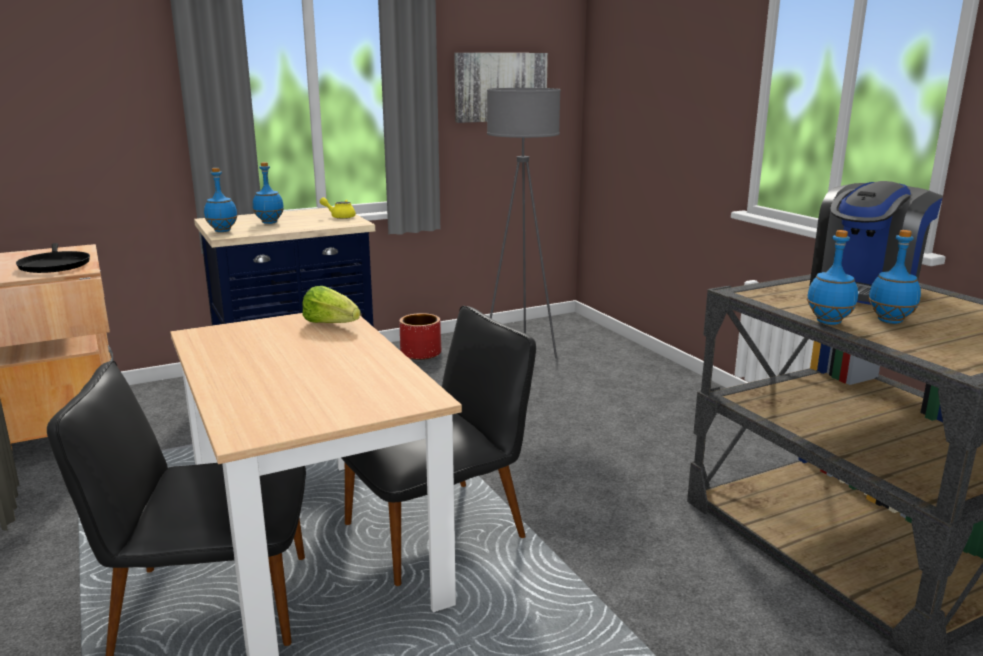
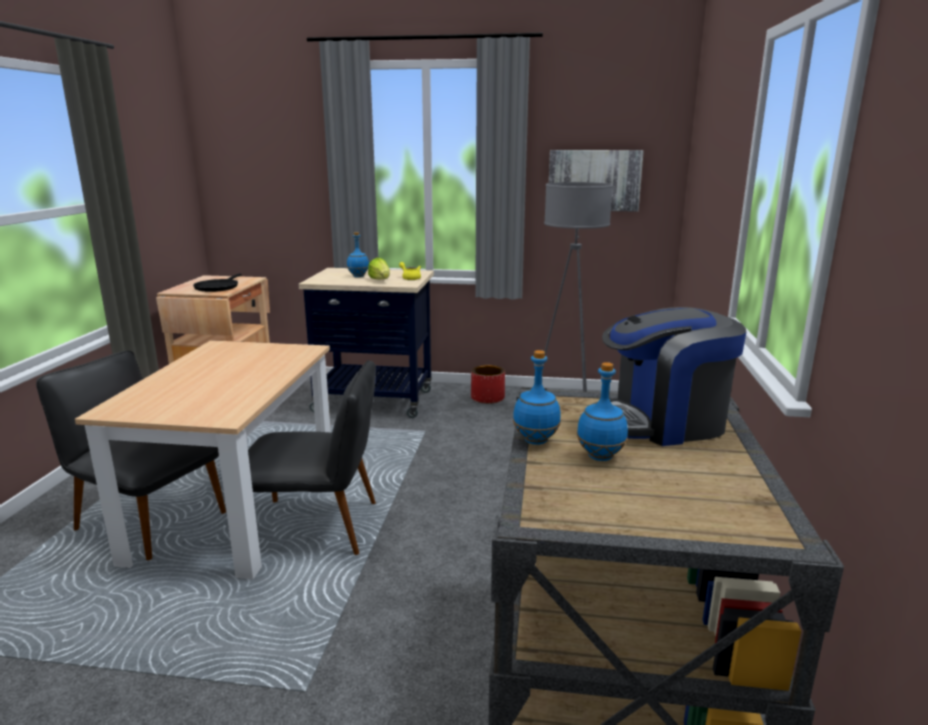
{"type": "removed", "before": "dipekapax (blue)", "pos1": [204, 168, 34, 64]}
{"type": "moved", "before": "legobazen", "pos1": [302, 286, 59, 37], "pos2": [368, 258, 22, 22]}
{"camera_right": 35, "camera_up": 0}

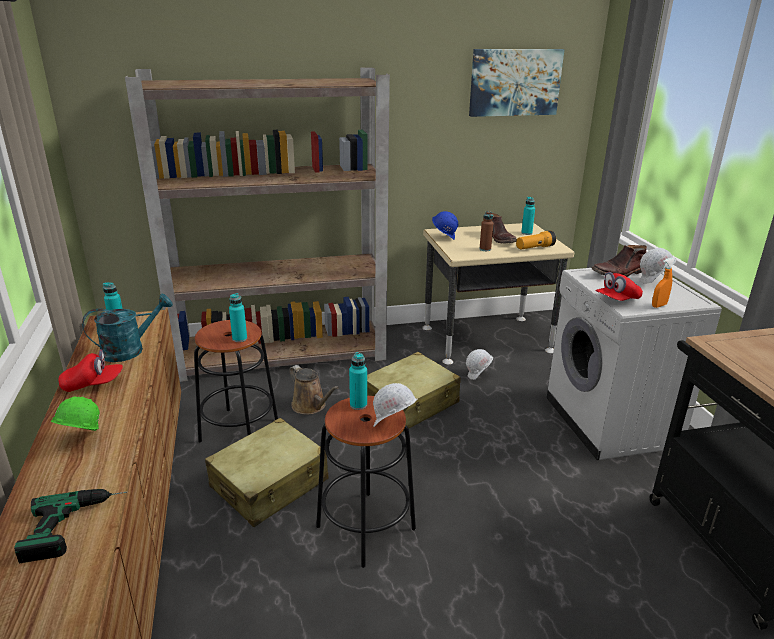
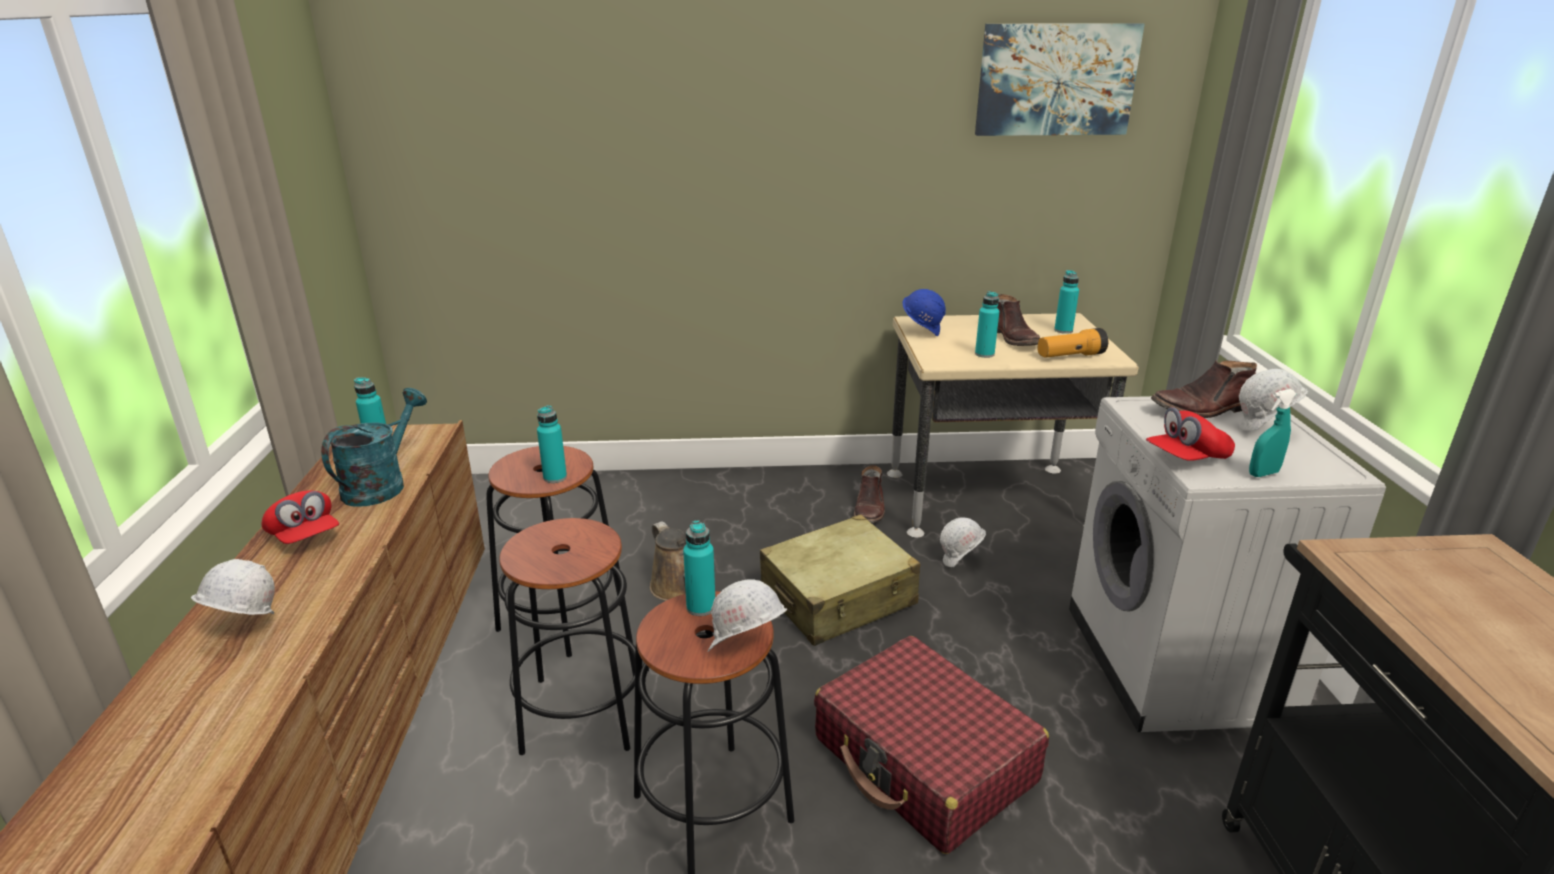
{"type": "removed", "before": "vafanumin", "pos1": [14, 489, 113, 74]}
{"type": "recoloured", "before": "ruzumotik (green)", "after": "ruzumotik (white)", "pos1": [51, 396, 49, 35], "pos2": [191, 559, 84, 56]}
{"type": "turned", "before": "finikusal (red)", "pos1": [58, 349, 65, 43], "pos2": [261, 490, 78, 54], "turn": 45}
{"type": "turned", "before": "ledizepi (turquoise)", "pos1": [82, 294, 91, 68], "pos2": [321, 388, 106, 119], "turn": -45}
{"type": "removed", "before": "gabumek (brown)", "pos1": [125, 68, 265, 314]}
{"type": "replaced", "before": "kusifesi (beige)", "after": "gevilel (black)", "pos1": [205, 418, 123, 109], "pos2": [499, 518, 137, 237]}
{"type": "recoloured", "before": "dipekapax (brown)", "after": "dipekapax (turquoise)", "pos1": [479, 211, 15, 40], "pos2": [975, 291, 25, 67]}
{"type": "recoloured", "before": "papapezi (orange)", "after": "papapezi (turquoise)", "pos1": [652, 258, 23, 50], "pos2": [1249, 389, 48, 88]}
{"type": "added", "after": "kusifesi (red)", "pos2": [814, 636, 235, 218]}
{"type": "added", "after": "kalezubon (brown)", "pos2": [853, 465, 32, 58]}
{"camera_right": 10, "camera_up": 0}

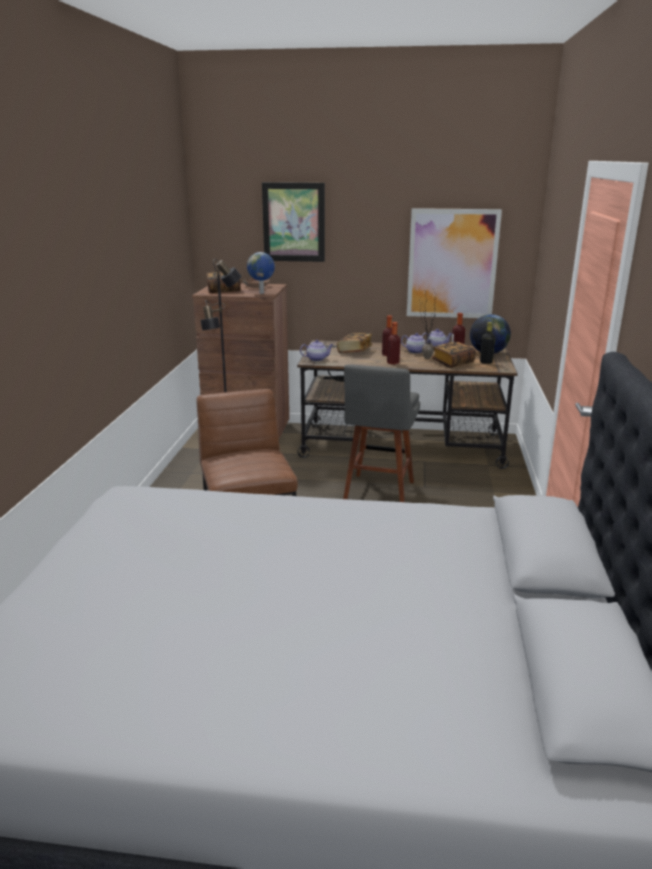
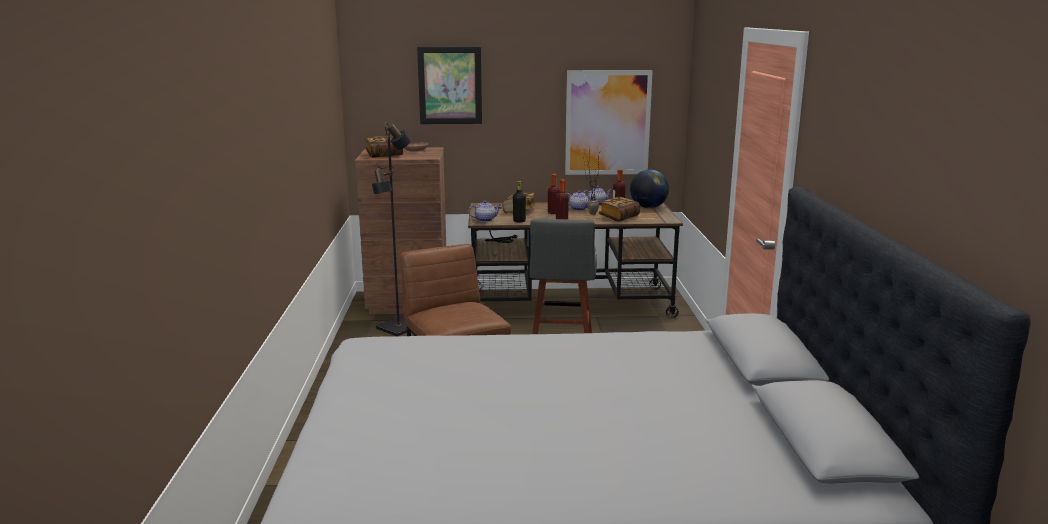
{"type": "removed", "before": "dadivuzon", "pos1": [247, 252, 28, 42]}
{"type": "moved", "before": "dipekapax (black)", "pos1": [480, 322, 15, 42], "pos2": [513, 181, 13, 41]}
{"camera_right": -10, "camera_up": -5}

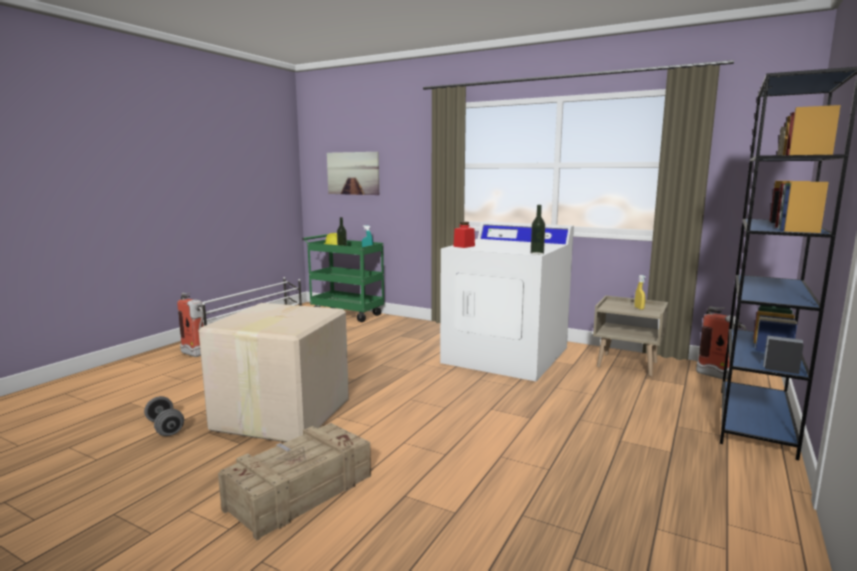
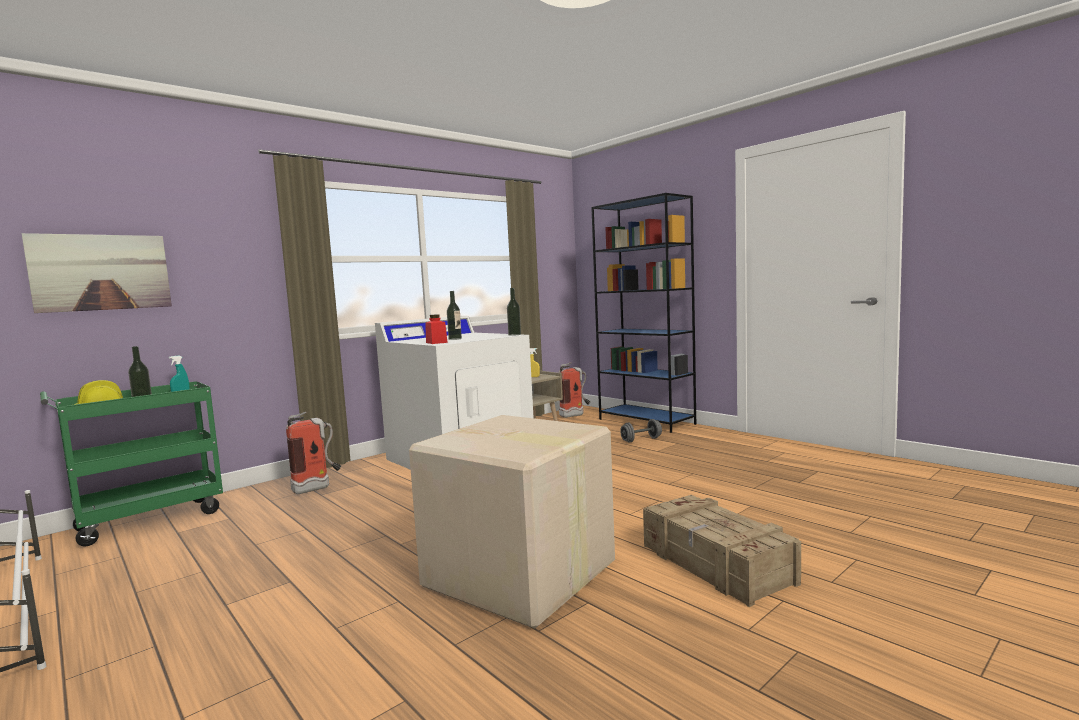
{"type": "moved", "before": "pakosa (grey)", "pos1": [144, 396, 40, 40], "pos2": [620, 419, 42, 24]}
{"type": "moved", "before": "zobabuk", "pos1": [177, 293, 27, 64], "pos2": [286, 412, 55, 82]}
{"type": "added", "after": "dipekapax", "pos2": [447, 291, 15, 49]}
{"camera_right": -70, "camera_up": -5}

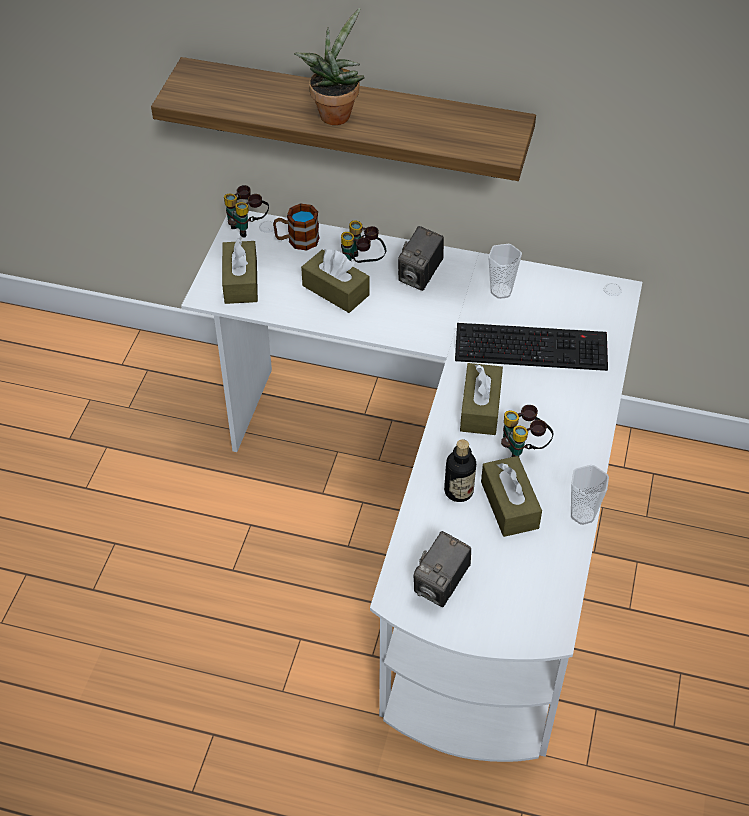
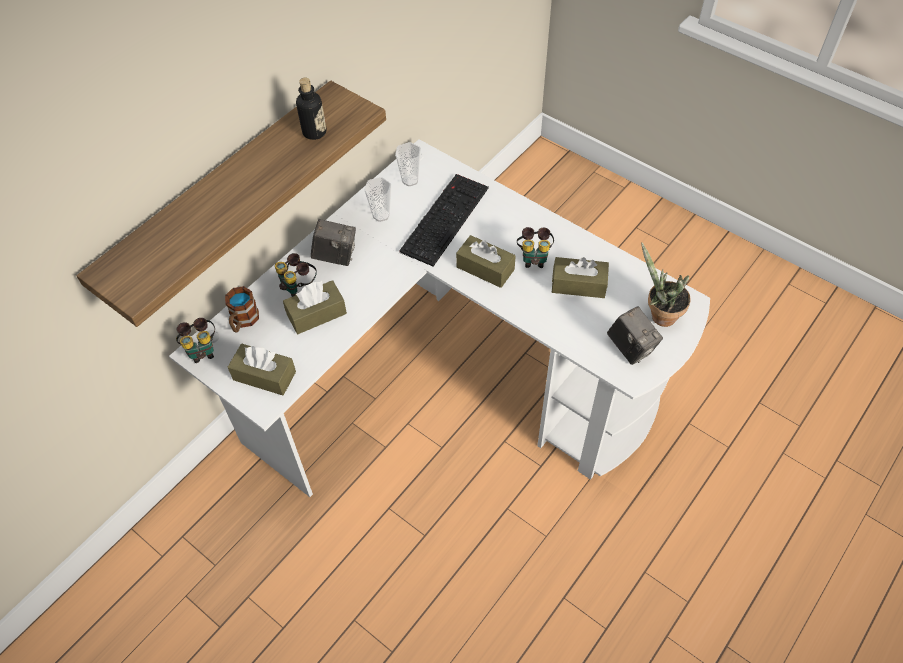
{"type": "moved", "before": "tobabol", "pos1": [294, 8, 71, 117], "pos2": [641, 243, 50, 84]}
{"type": "turned", "before": "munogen", "pos1": [398, 226, 46, 65], "pos2": [311, 219, 45, 47], "turn": -45}
{"type": "moved", "before": "dipekapax", "pos1": [444, 439, 32, 63], "pos2": [296, 78, 31, 62]}
{"type": "moved", "before": "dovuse", "pos1": [571, 465, 38, 60], "pos2": [395, 142, 26, 44]}
{"camera_right": -65, "camera_up": 5}

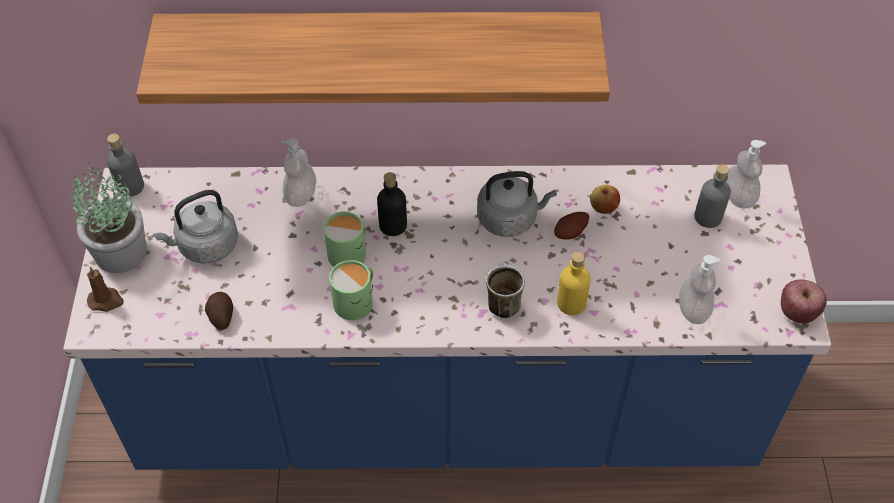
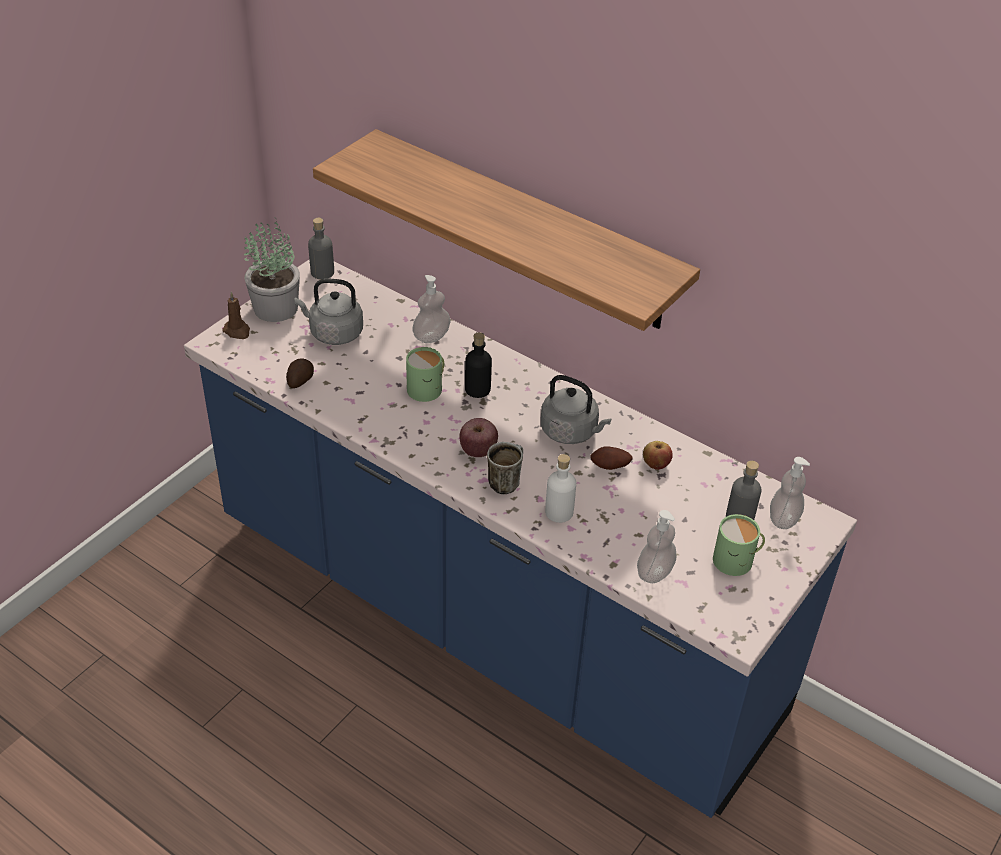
{"type": "moved", "before": "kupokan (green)", "pos1": [329, 260, 44, 60], "pos2": [713, 514, 52, 62]}
{"type": "recoloured", "before": "dipekapax (yellow)", "after": "dipekapax (white)", "pos1": [557, 252, 34, 63], "pos2": [545, 454, 31, 69]}
{"type": "moved", "before": "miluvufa", "pos1": [781, 279, 46, 44], "pos2": [459, 418, 39, 39]}
{"camera_right": 35, "camera_up": -10}

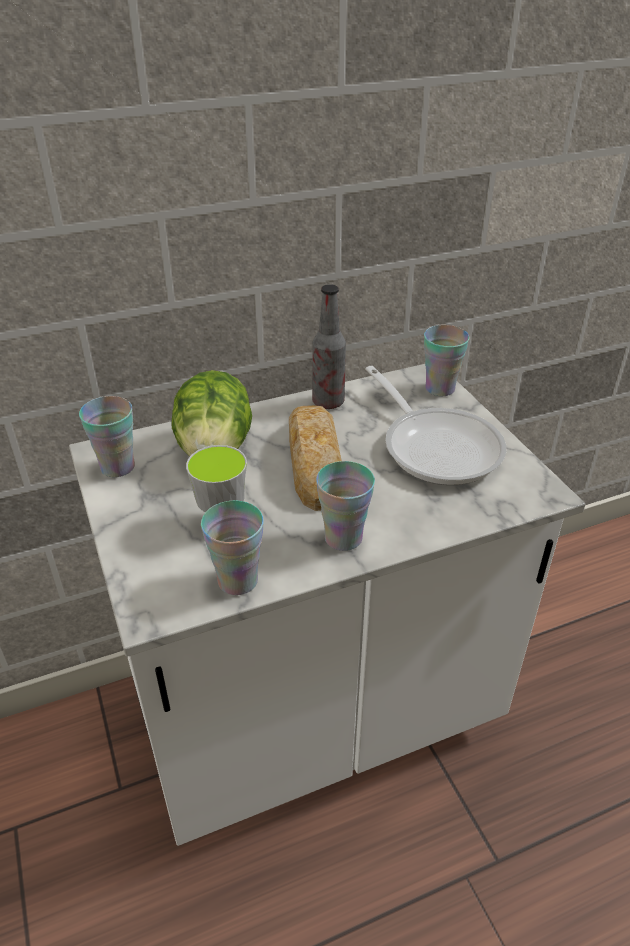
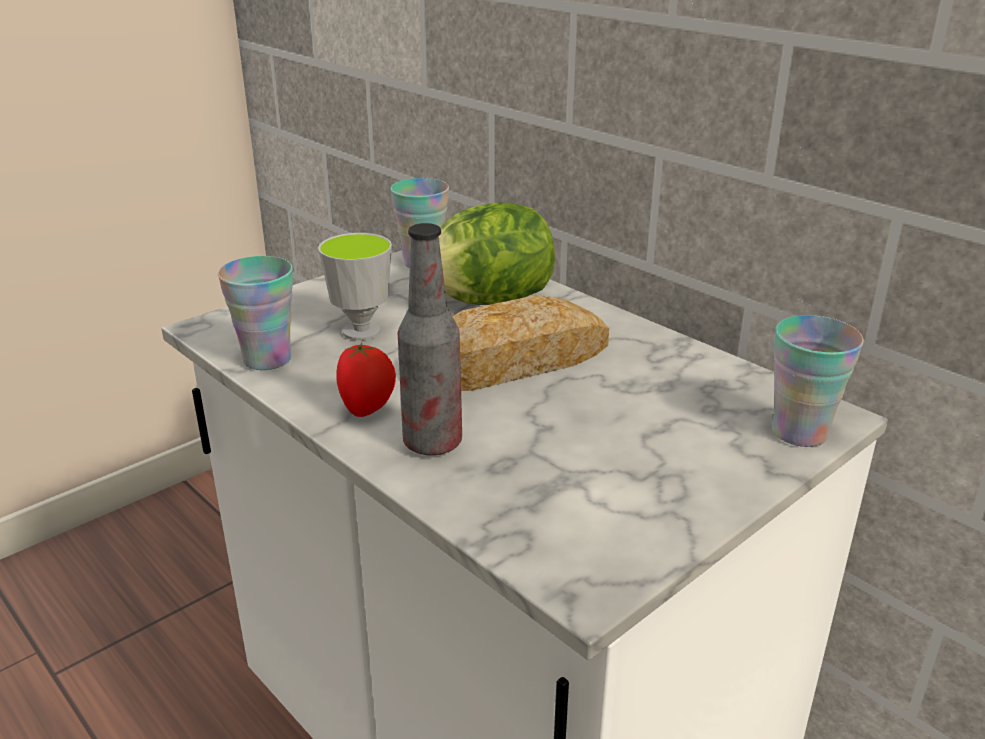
{"type": "moved", "before": "dipekapax", "pos1": [312, 284, 34, 125], "pos2": [398, 223, 64, 233]}
{"type": "replaced", "before": "dovuse", "after": "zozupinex", "pos1": [316, 461, 59, 90], "pos2": [336, 343, 60, 74]}
{"type": "removed", "before": "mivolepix", "pos1": [365, 366, 141, 119]}
{"camera_right": 70, "camera_up": -10}

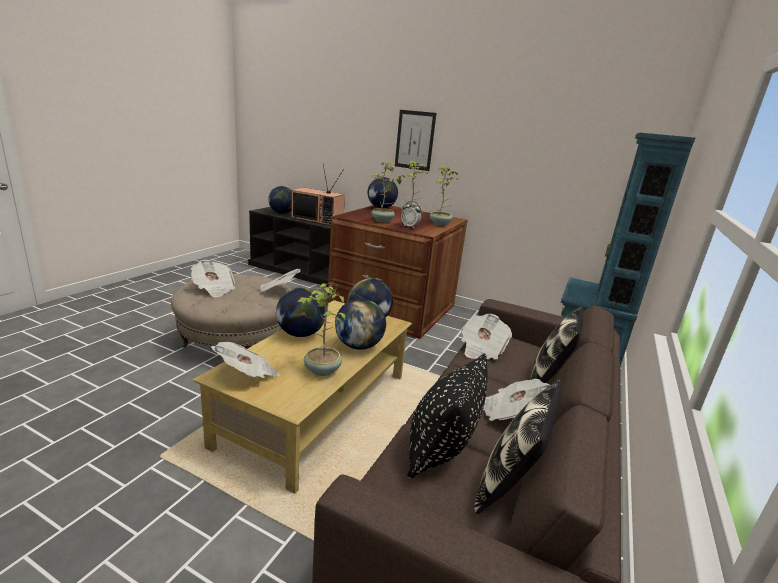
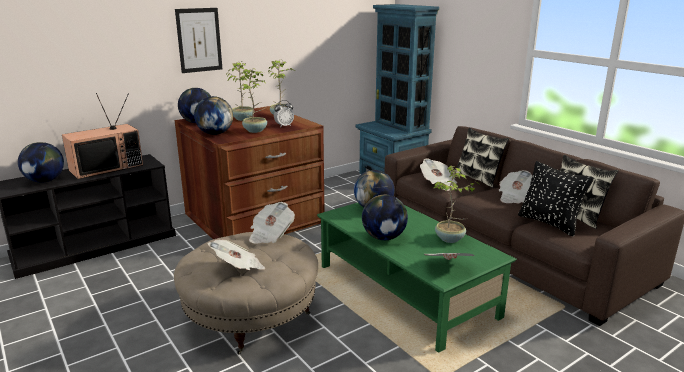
{"type": "recoloured", "before": "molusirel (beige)", "after": "molusirel (green)", "pos1": [193, 300, 219, 194], "pos2": [317, 203, 200, 150]}
{"type": "moved", "before": "dadivuzon", "pos1": [335, 298, 51, 52], "pos2": [194, 96, 39, 39]}
{"camera_right": -60, "camera_up": 0}

